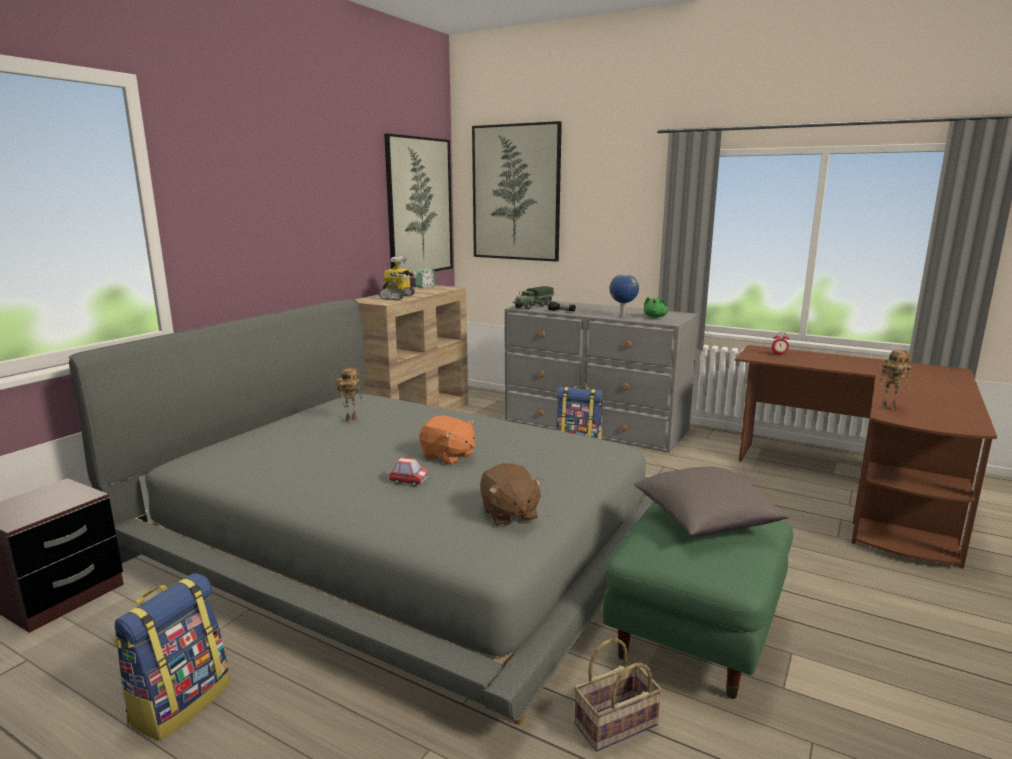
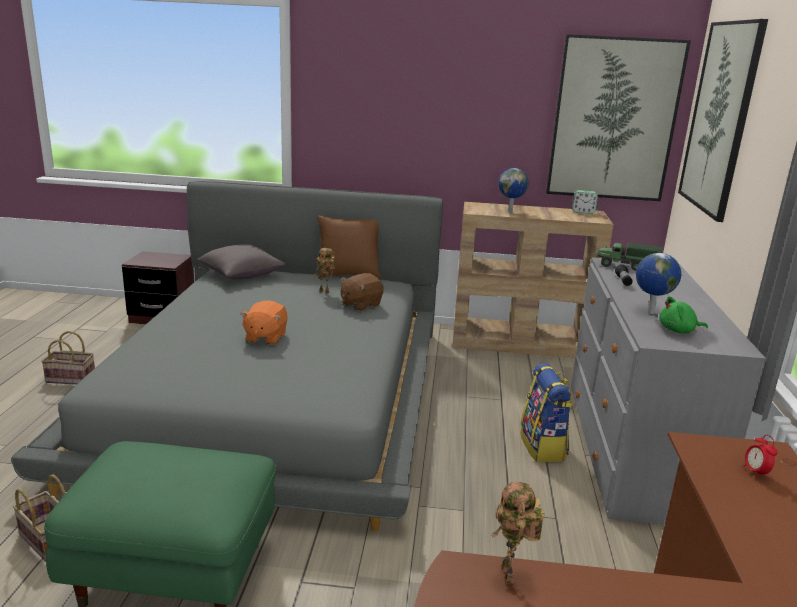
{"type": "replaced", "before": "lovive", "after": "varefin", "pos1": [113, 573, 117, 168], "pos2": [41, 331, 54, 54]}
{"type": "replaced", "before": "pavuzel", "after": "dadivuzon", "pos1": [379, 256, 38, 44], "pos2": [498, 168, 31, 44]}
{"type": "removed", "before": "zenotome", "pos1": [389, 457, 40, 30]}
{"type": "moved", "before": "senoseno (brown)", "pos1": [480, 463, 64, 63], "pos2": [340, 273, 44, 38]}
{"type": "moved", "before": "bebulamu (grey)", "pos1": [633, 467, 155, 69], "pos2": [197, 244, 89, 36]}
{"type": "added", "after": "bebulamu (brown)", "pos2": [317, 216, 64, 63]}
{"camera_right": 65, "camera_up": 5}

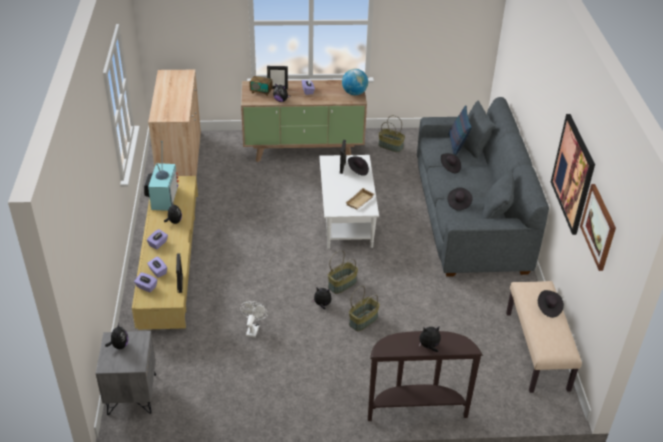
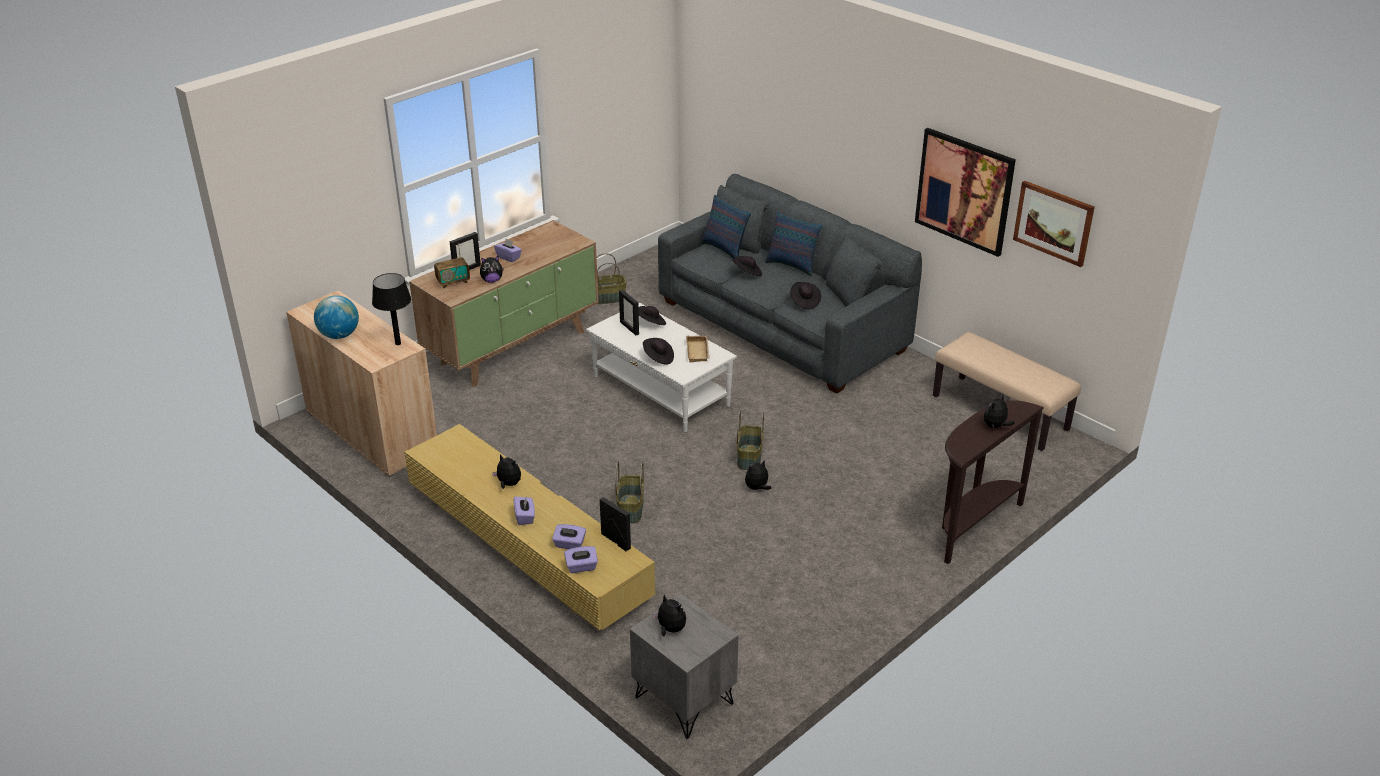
{"type": "removed", "before": "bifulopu", "pos1": [144, 141, 35, 70]}
{"type": "removed", "before": "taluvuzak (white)", "pos1": [240, 301, 28, 37]}
{"type": "moved", "before": "dadivuzon", "pos1": [342, 69, 26, 26], "pos2": [314, 296, 45, 43]}
{"type": "moved", "before": "varefin", "pos1": [349, 286, 31, 46], "pos2": [615, 461, 29, 62]}
{"type": "moved", "before": "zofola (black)", "pos1": [538, 290, 26, 28], "pos2": [643, 338, 31, 27]}
{"type": "added", "after": "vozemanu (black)", "pos2": [372, 273, 39, 72]}
{"type": "added", "after": "bebulamu (blue)", "pos2": [765, 211, 58, 65]}
{"camera_right": -40, "camera_up": -5}

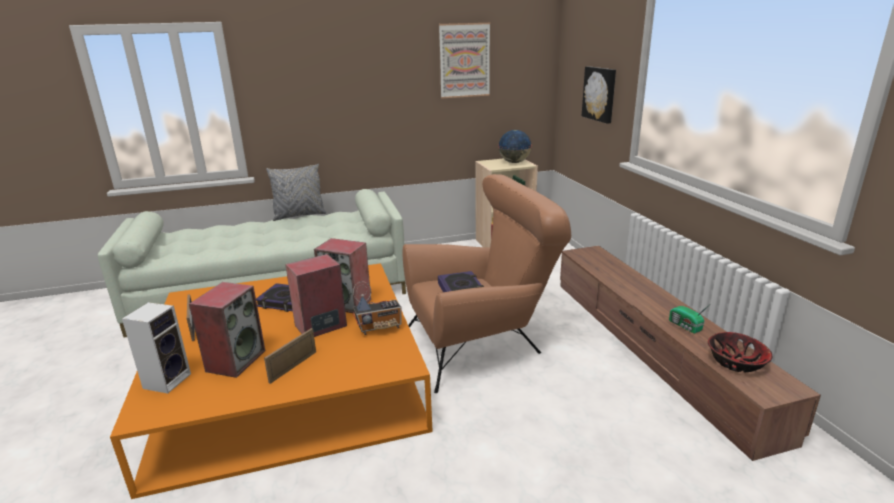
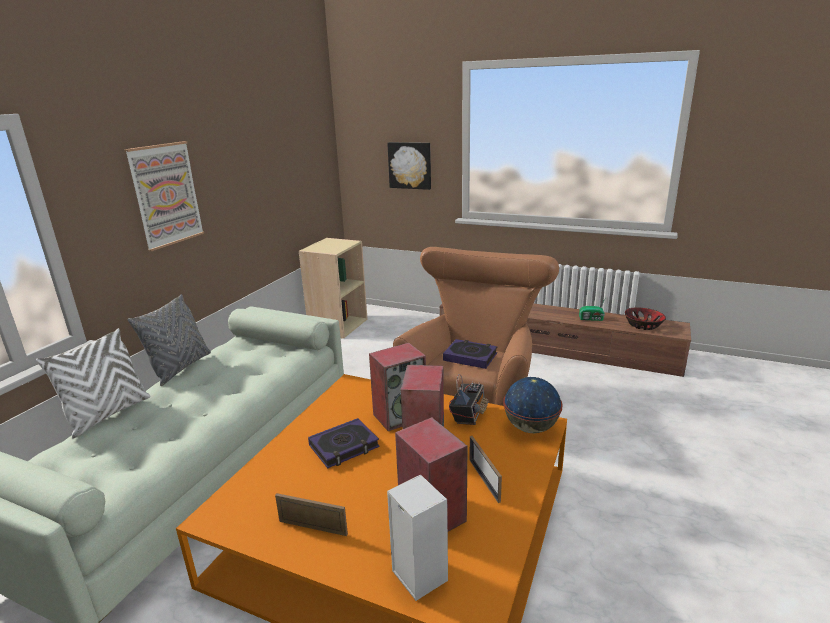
{"type": "moved", "before": "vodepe", "pos1": [439, 23, 51, 75], "pos2": [124, 141, 80, 110]}
{"type": "moved", "before": "dadivuzon", "pos1": [498, 130, 34, 33], "pos2": [503, 377, 60, 56]}
{"type": "added", "after": "bebulamu (white)", "pos2": [36, 328, 115, 110]}
{"camera_right": -50, "camera_up": 0}

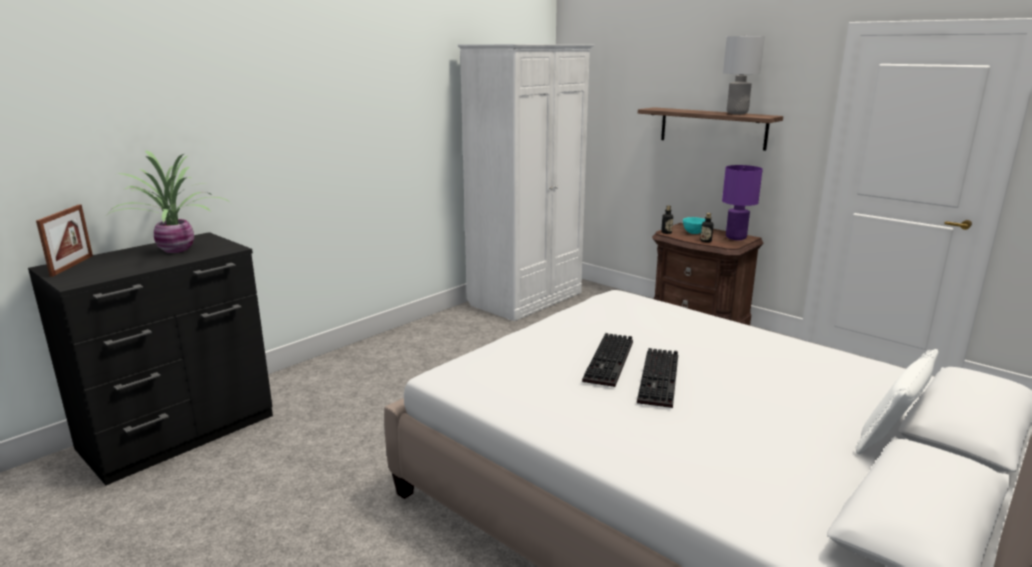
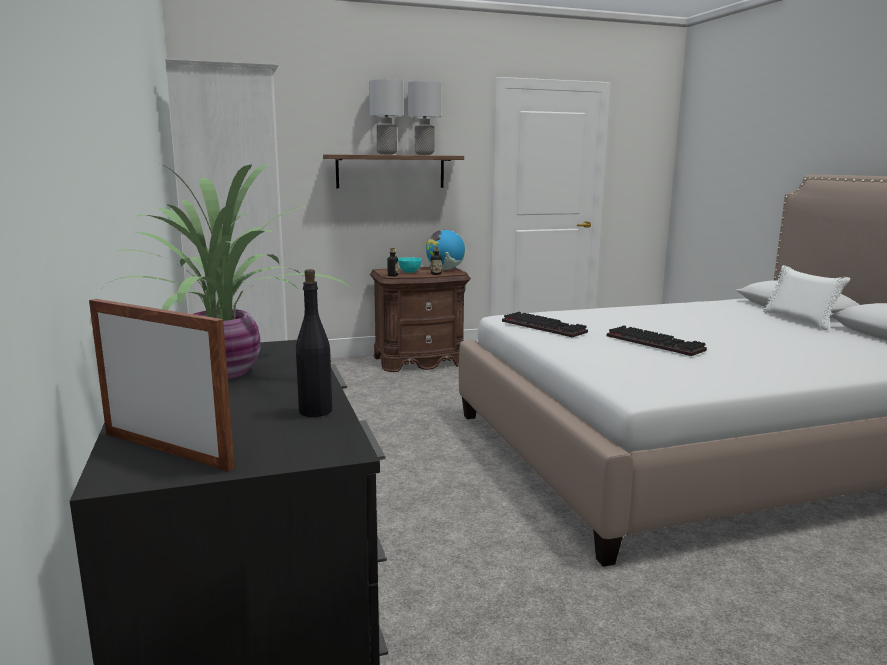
{"type": "moved", "before": "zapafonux", "pos1": [637, 348, 41, 60], "pos2": [502, 312, 86, 25]}
{"type": "replaced", "before": "vozemanu (purple)", "after": "dadivuzon", "pos1": [722, 165, 41, 75], "pos2": [426, 230, 39, 40]}
{"type": "added", "after": "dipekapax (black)", "pos2": [296, 269, 36, 148]}
{"type": "added", "after": "vozemanu (grey)", "pos2": [369, 79, 34, 76]}
{"camera_right": -60, "camera_up": -5}

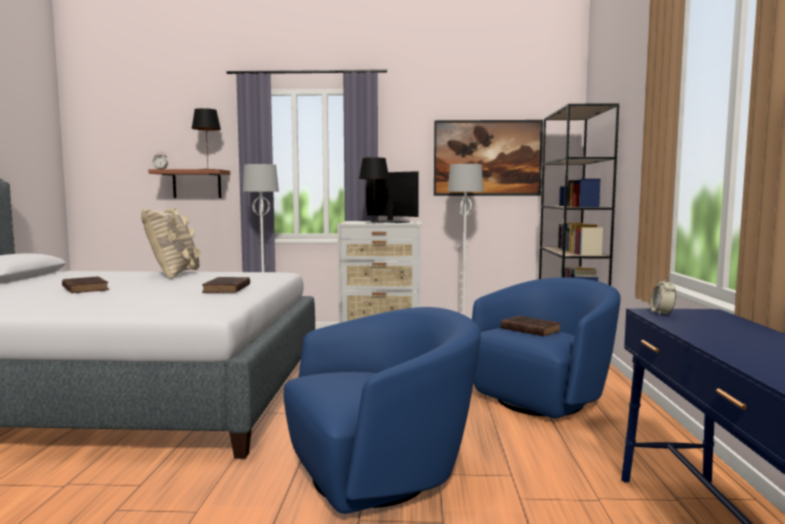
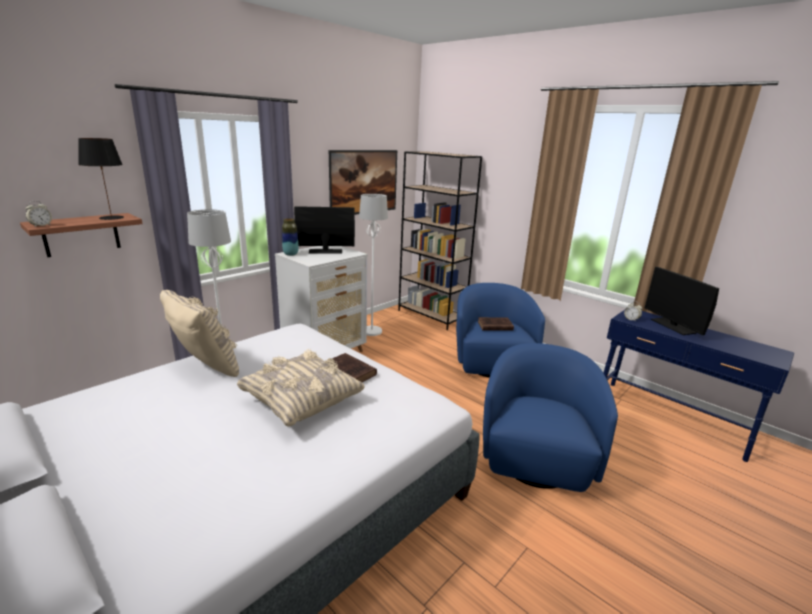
{"type": "removed", "before": "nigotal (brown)", "pos1": [62, 276, 47, 17]}
{"type": "removed", "before": "vozemanu (black)", "pos1": [359, 157, 31, 67]}
{"type": "added", "after": "bebulamu (beige)", "pos2": [237, 348, 128, 79]}
{"type": "added", "after": "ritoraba", "pos2": [282, 218, 17, 38]}
{"type": "added", "after": "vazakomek", "pos2": [645, 267, 74, 68]}
{"camera_right": -50, "camera_up": 15}

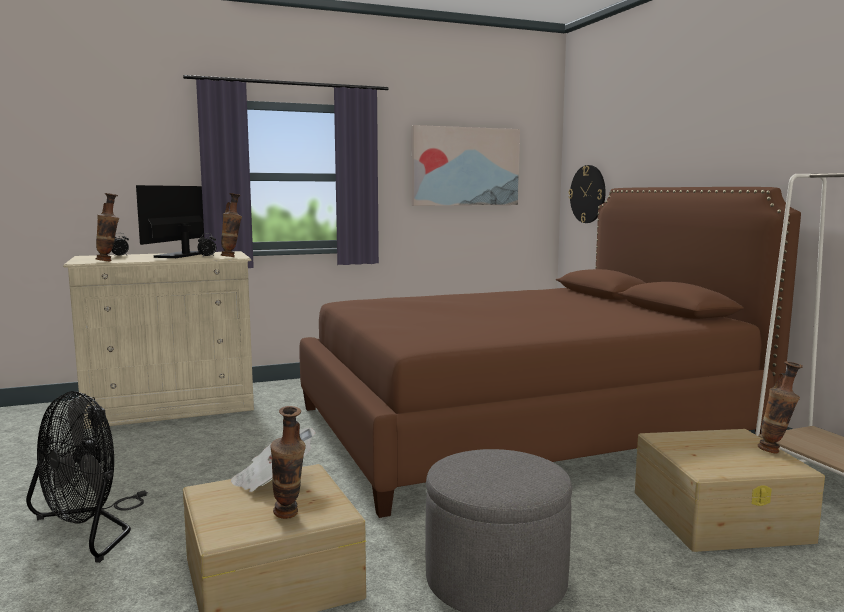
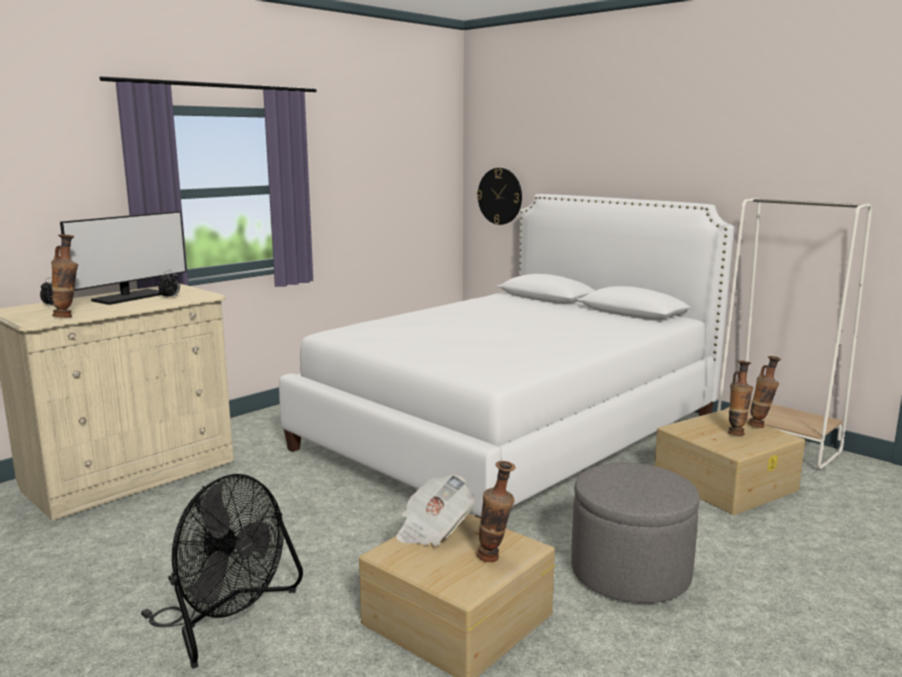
{"type": "turned", "before": "taluvuzak (black)", "pos1": [26, 391, 123, 172], "pos2": [141, 474, 162, 195], "turn": -75}
{"type": "turned", "before": "vazakomek", "pos1": [136, 185, 68, 73], "pos2": [60, 211, 127, 94], "turn": -135}
{"type": "moved", "before": "ritoraba", "pos1": [221, 193, 21, 64], "pos2": [728, 361, 25, 74]}
{"type": "recoloured", "before": "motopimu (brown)", "after": "motopimu (white)", "pos1": [299, 187, 502, 331], "pos2": [279, 194, 455, 325]}
{"type": "removed", "before": "vodepe", "pos1": [412, 125, 108, 81]}
{"camera_right": -25, "camera_up": 5}

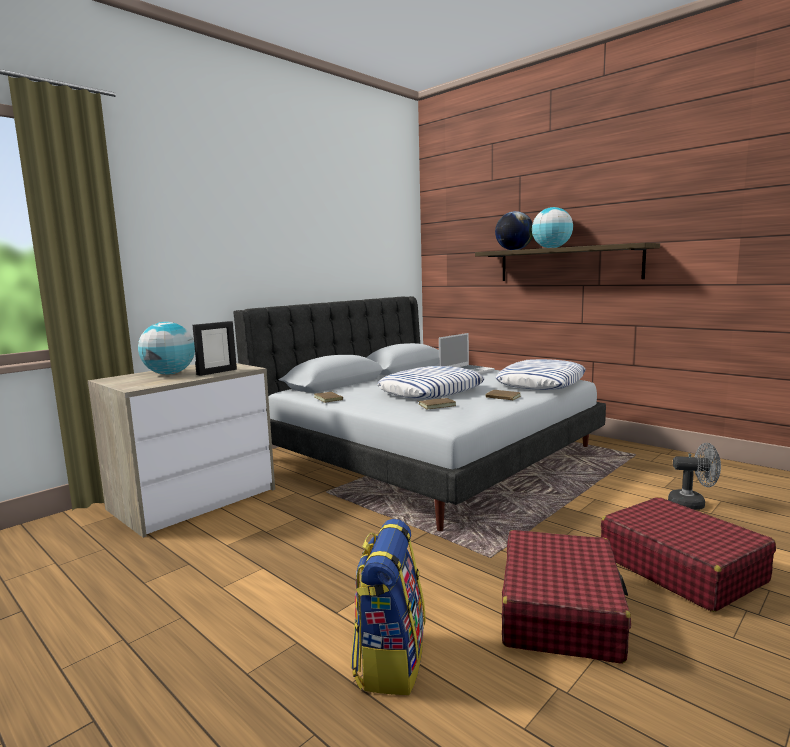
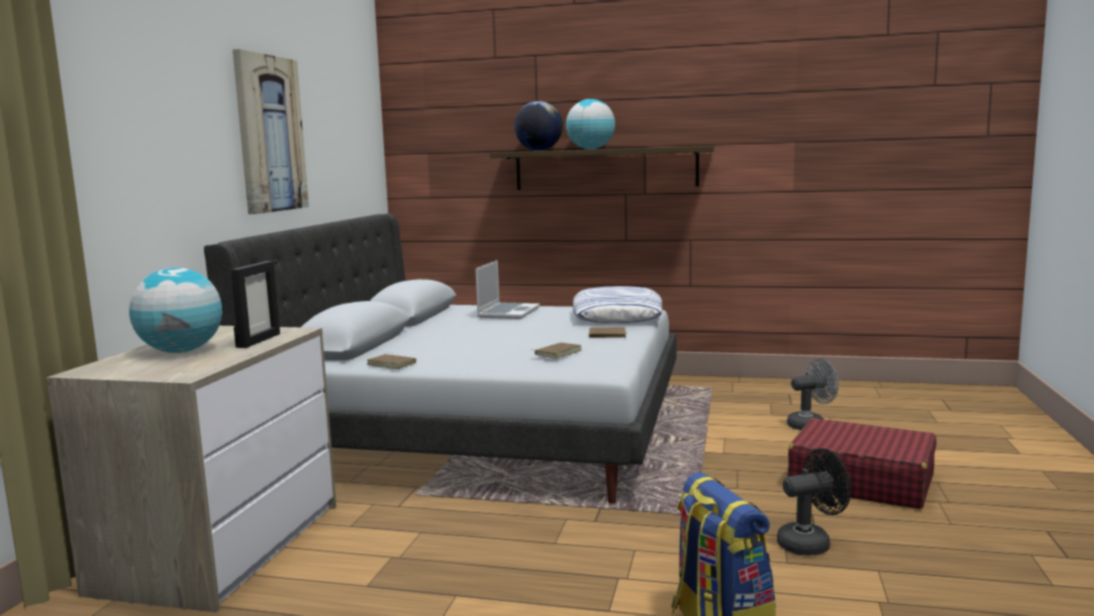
{"type": "removed", "before": "bebulamu", "pos1": [377, 366, 108, 33]}
{"type": "replaced", "before": "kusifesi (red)", "after": "taluvuzak (black)", "pos1": [502, 530, 129, 134], "pos2": [777, 448, 74, 108]}
{"type": "added", "after": "vodepe", "pos2": [233, 49, 76, 165]}
{"camera_right": -30, "camera_up": 0}

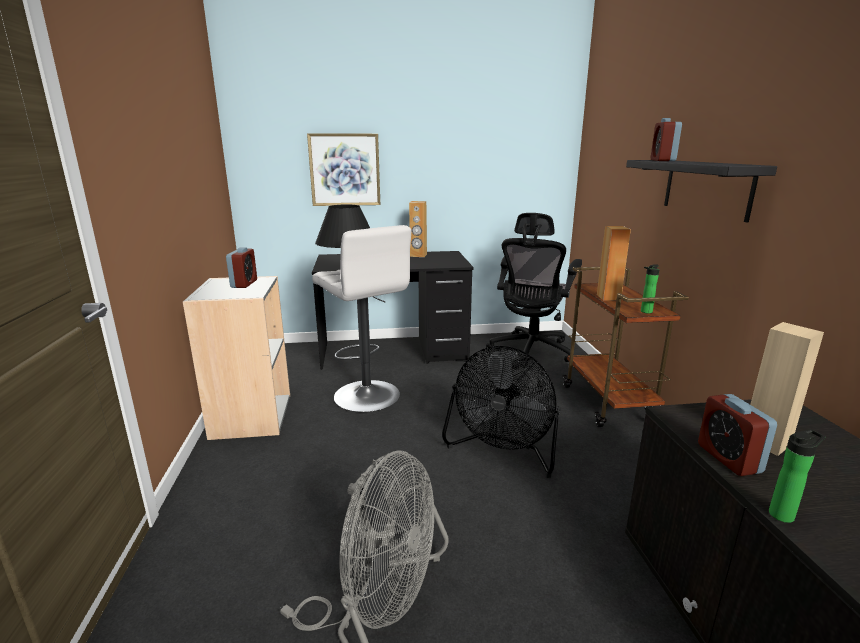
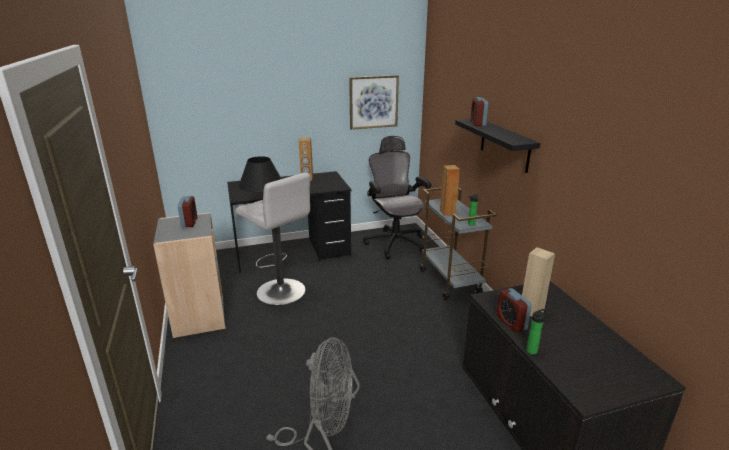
{"type": "moved", "before": "vodepe", "pos1": [307, 133, 73, 73], "pos2": [349, 75, 50, 55]}
{"type": "removed", "before": "taluvuzak (black)", "pos1": [442, 346, 119, 132]}
{"type": "turned", "before": "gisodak", "pos1": [486, 213, 96, 155], "pos2": [363, 136, 68, 123], "turn": 150}
{"type": "recoloured", "before": "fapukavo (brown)", "after": "fapukavo (grey)", "pos1": [562, 267, 127, 160], "pos2": [419, 187, 78, 113]}
{"camera_right": -10, "camera_up": 5}

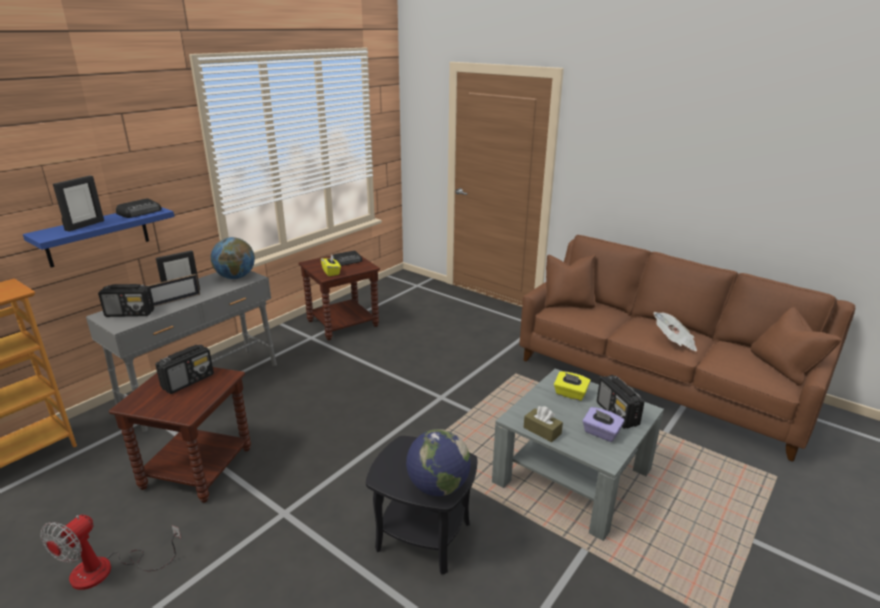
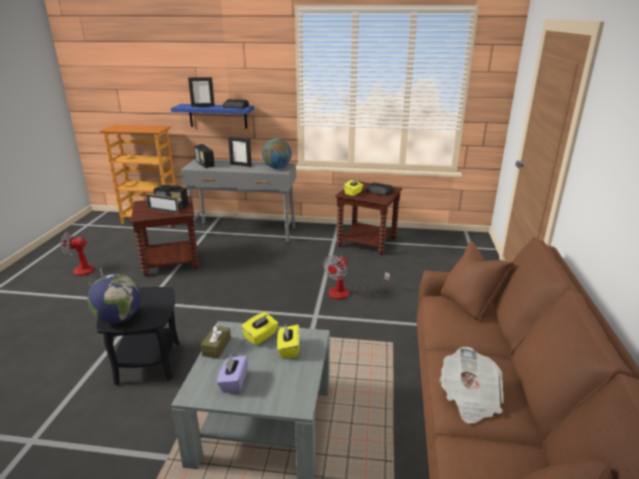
{"type": "moved", "before": "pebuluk", "pos1": [148, 274, 52, 33], "pos2": [146, 194, 34, 20]}
{"type": "removed", "before": "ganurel", "pos1": [597, 375, 47, 54]}
{"type": "added", "after": "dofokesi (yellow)", "pos2": [241, 312, 37, 33]}
{"type": "added", "after": "taluvuzak", "pos2": [323, 255, 67, 45]}
{"camera_right": 60, "camera_up": 0}

